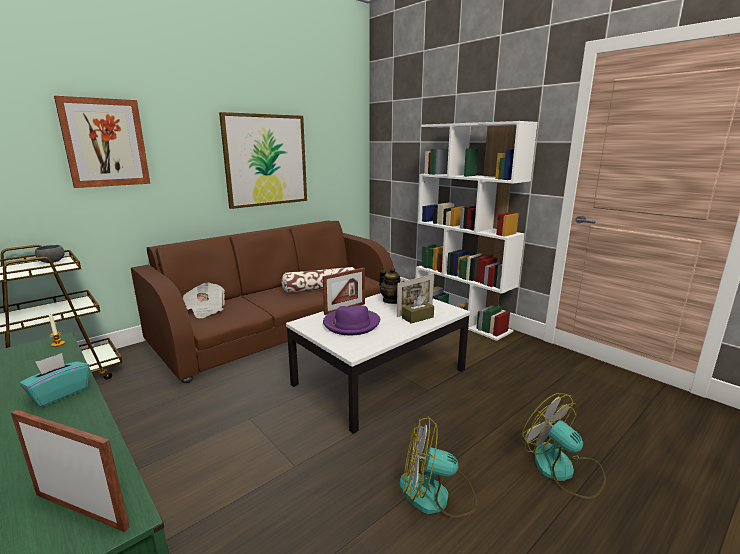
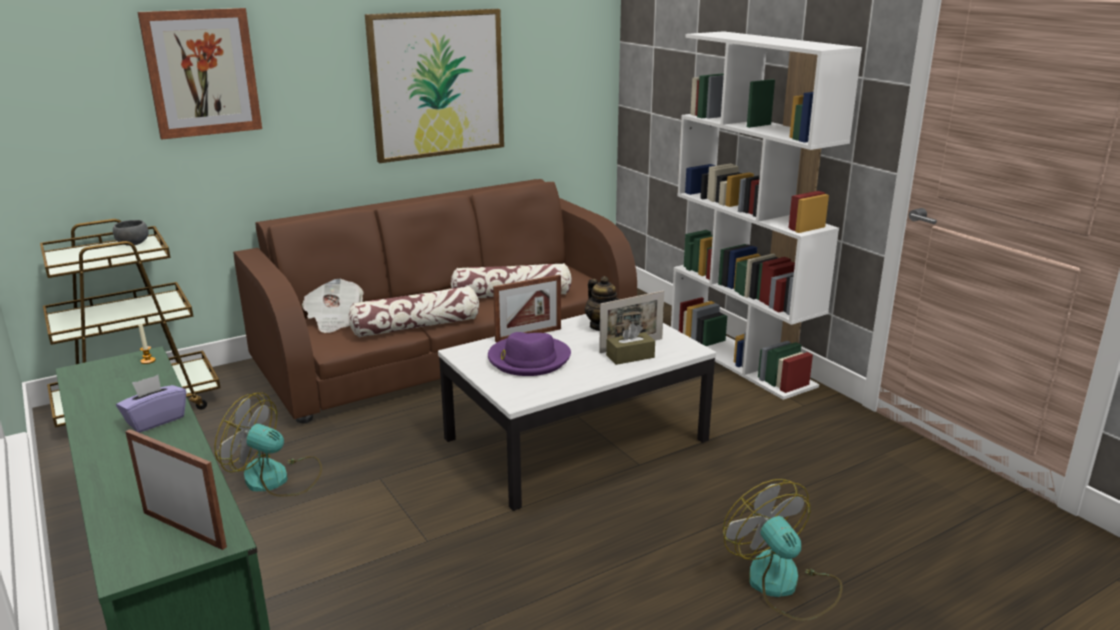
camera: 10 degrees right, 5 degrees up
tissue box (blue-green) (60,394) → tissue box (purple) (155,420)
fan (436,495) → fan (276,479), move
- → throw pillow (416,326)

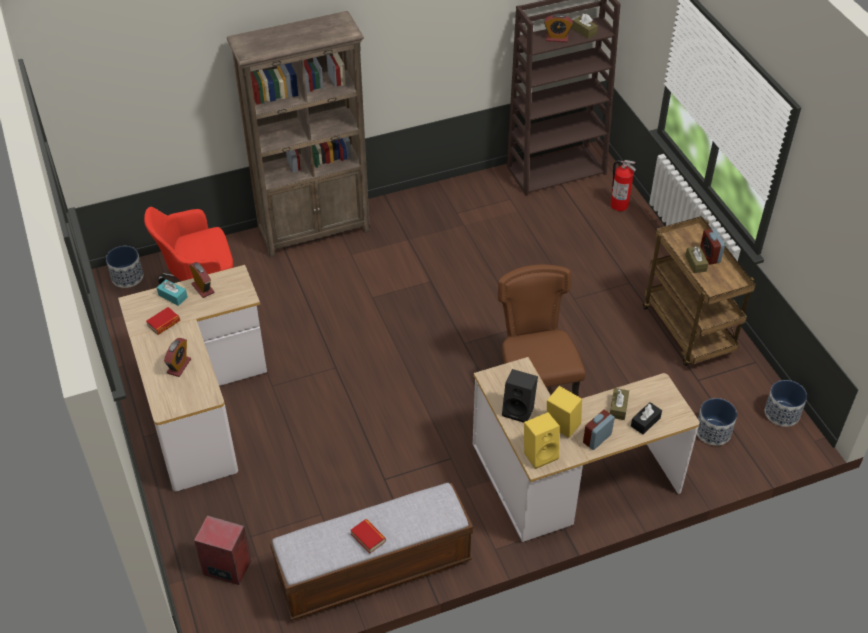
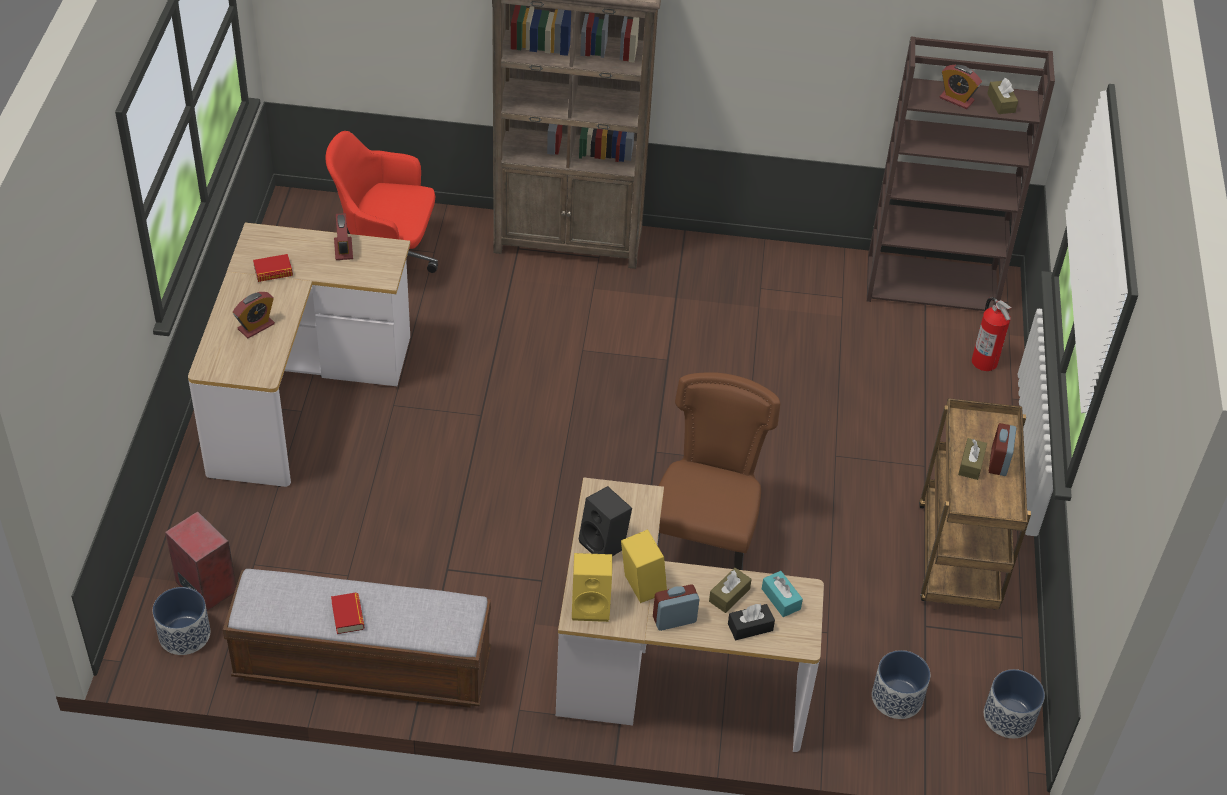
camera: 25 degrees right, 0 degrees up
planter (127,277) → planter (184,634), move
tissue box (blue-green) (173,296) → tissue box (blue-green) (781,599), move

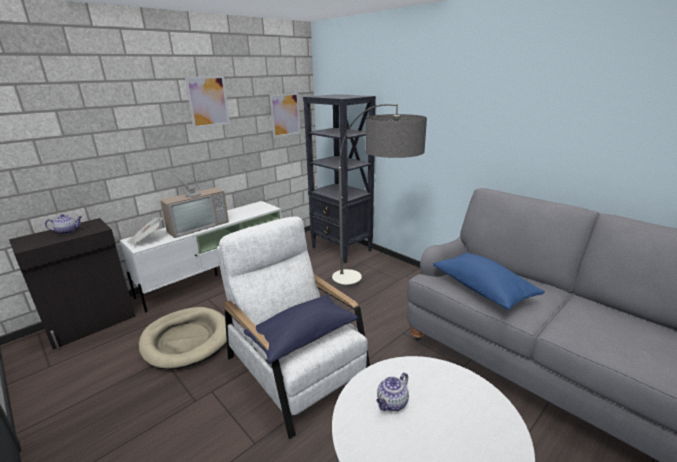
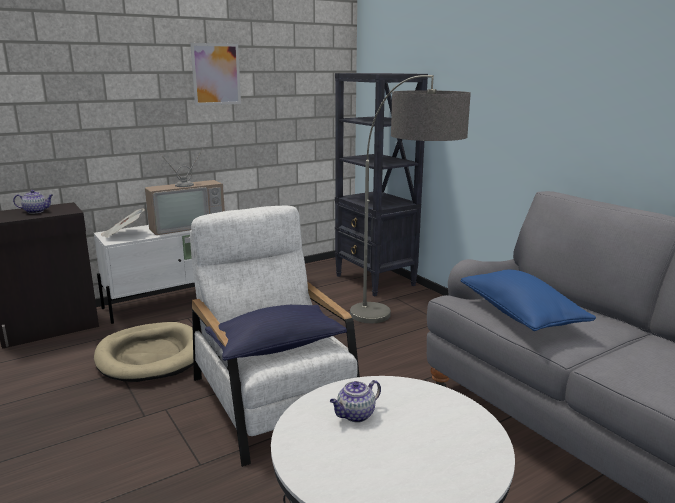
camera: 10 degrees right, 5 degrees down
wall art (285,114) → -

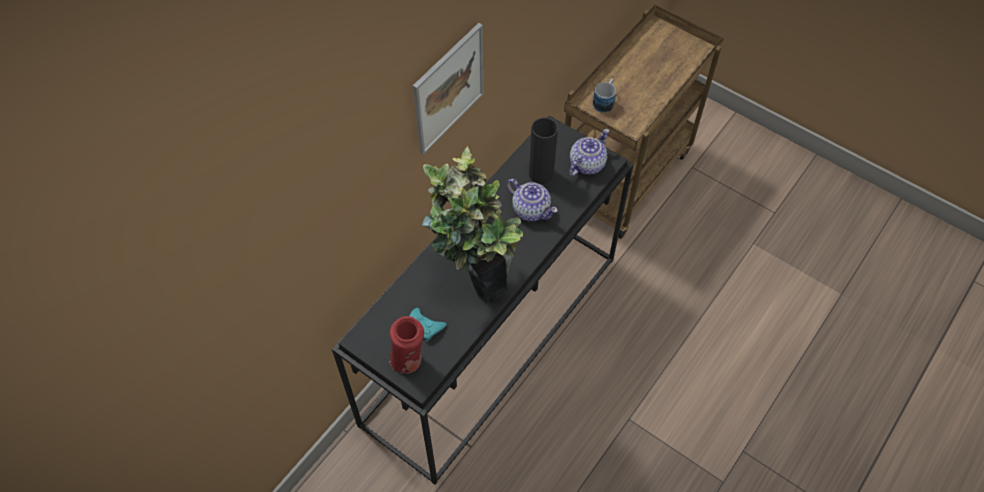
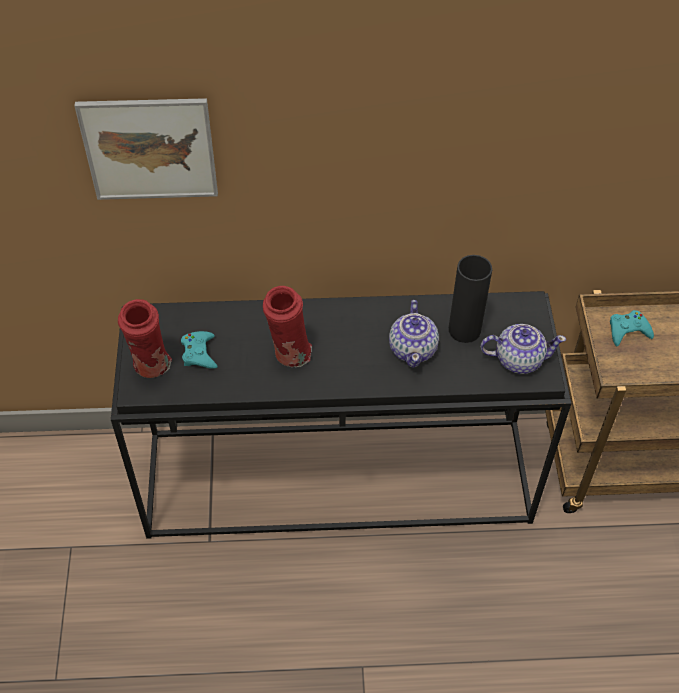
camera: 50 degrees right, 5 degrees down
wall art (448,89) → wall art (149,149), move
tea mug (605,101) → game controller (blue-green) (628,331)
houseplant (474,277) → decorative vase (red-coloured) (289,355)

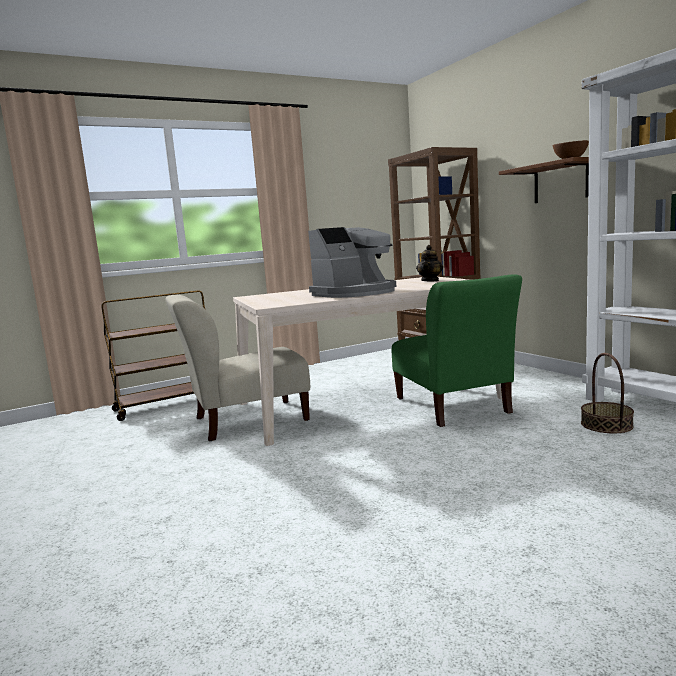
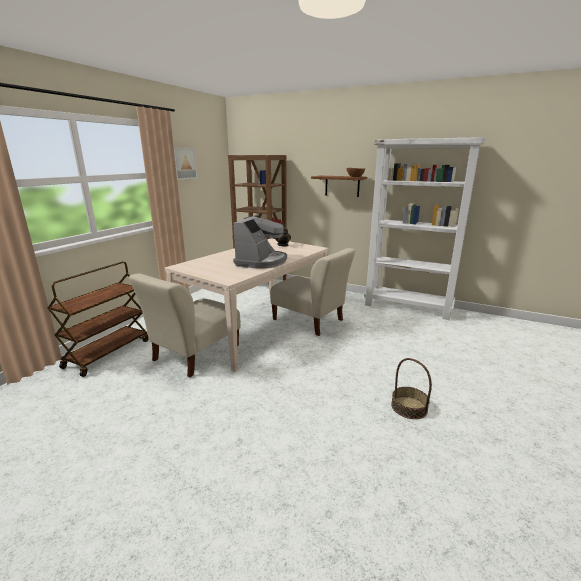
camera: 35 degrees left, 10 degrees up
chair (greenish) (453,407) → chair (beige) (310,321)
storage basket (606,425) → storage basket (409,407), move
- → wall art (183,163)

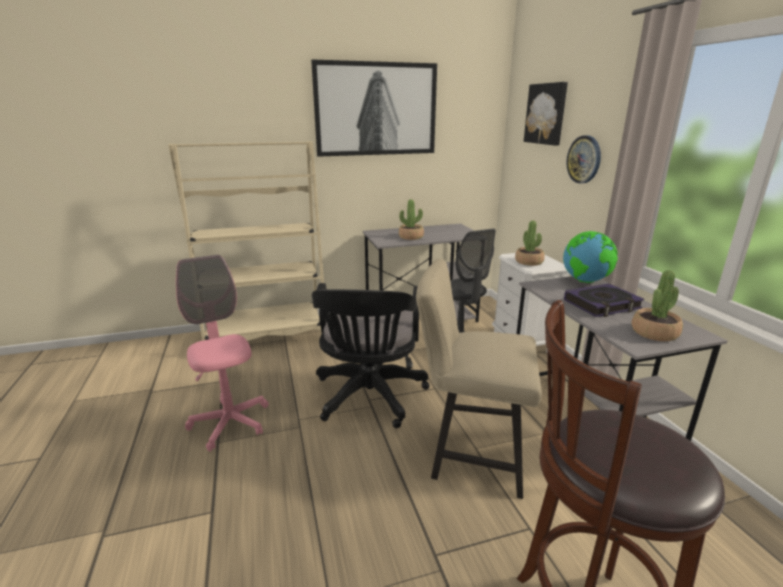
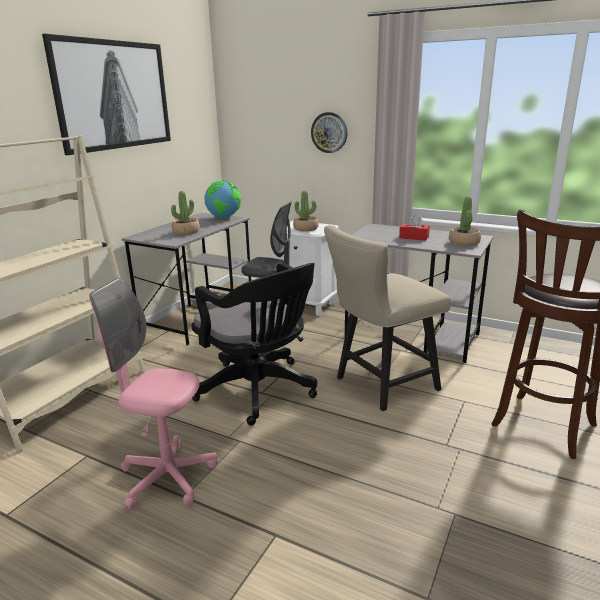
camera: 45 degrees left, 0 degrees up
wall art (546,114) → -
world globe (585,281) → world globe (224,218), move
volume (602,305) → tissue box (red-coloured) (414,237)

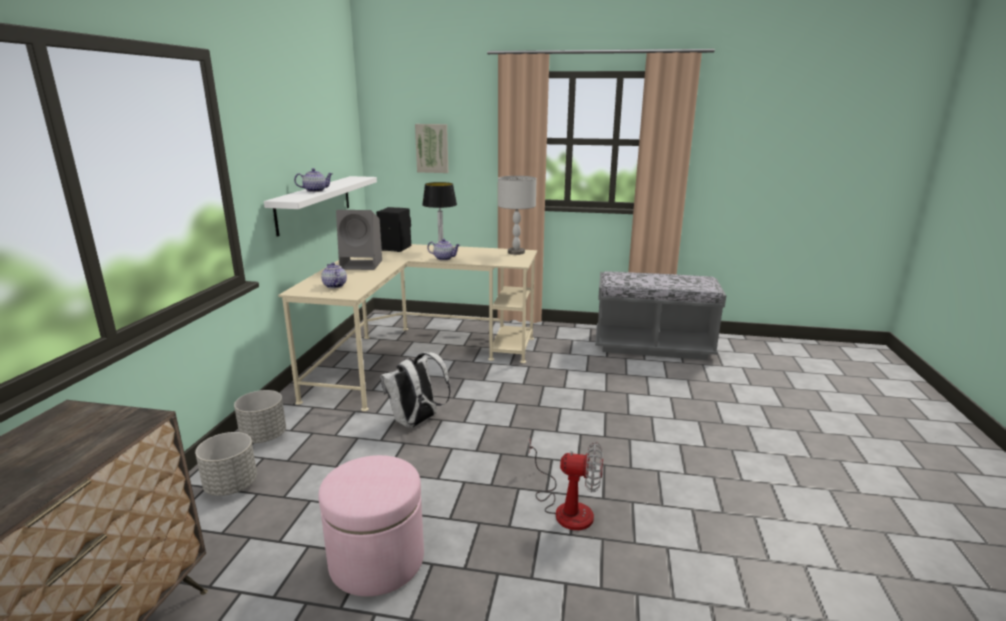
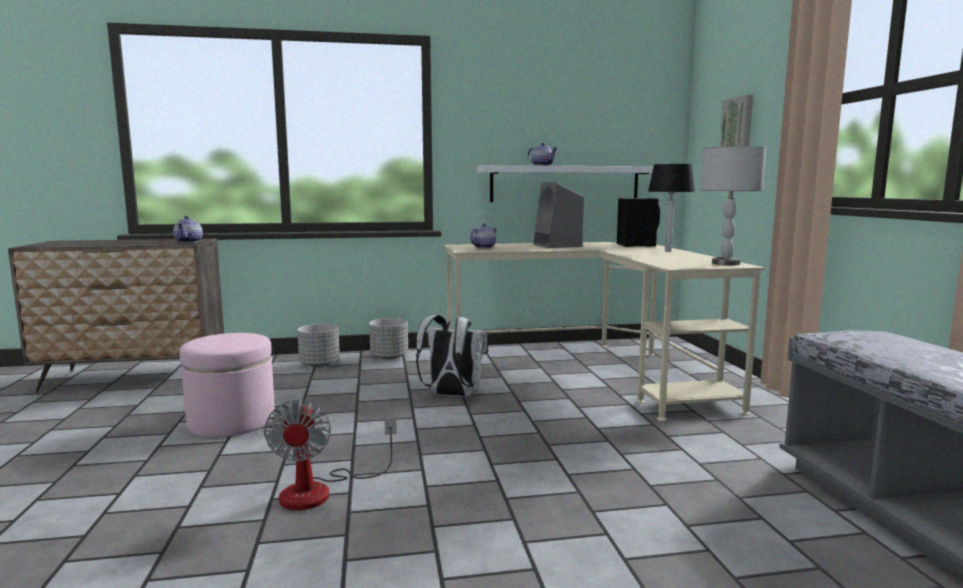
camera: 70 degrees right, 10 degrees down
teapot (444,258) → teapot (189,242), move

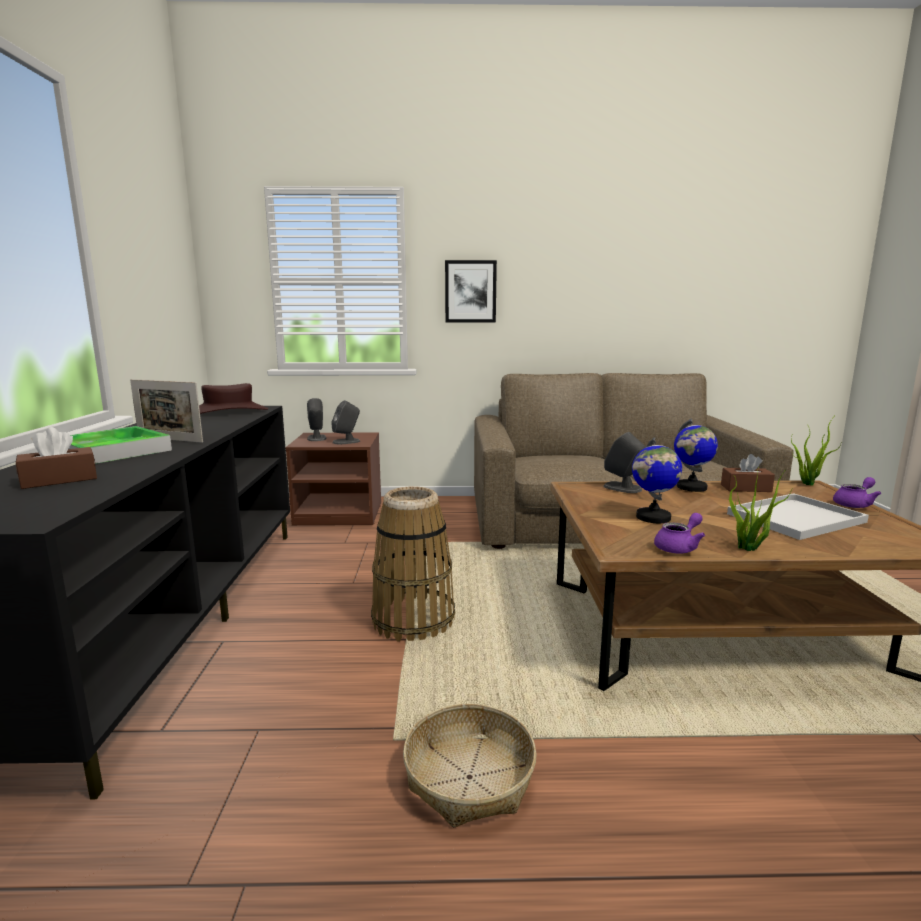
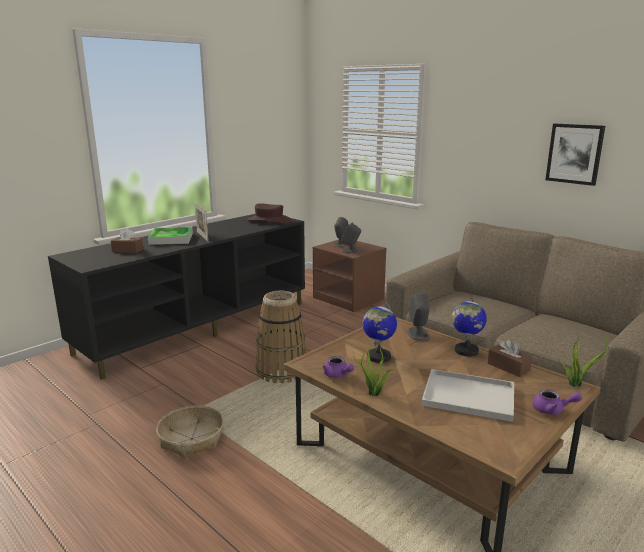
camera: 45 degrees right, 5 degrees up
wall art (470,291) → wall art (574,154), move
teapot (purple) (679,547) → teapot (purple) (337,375), 45 degrees clockwise

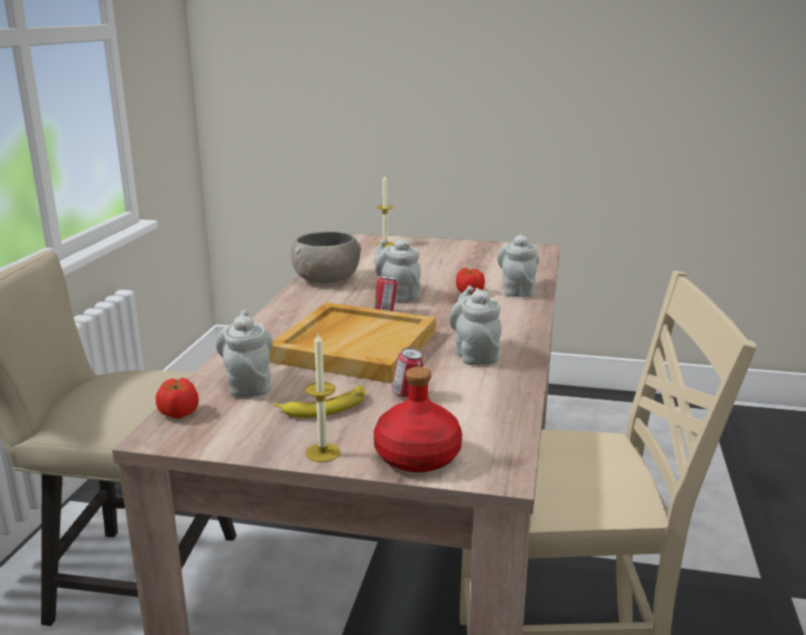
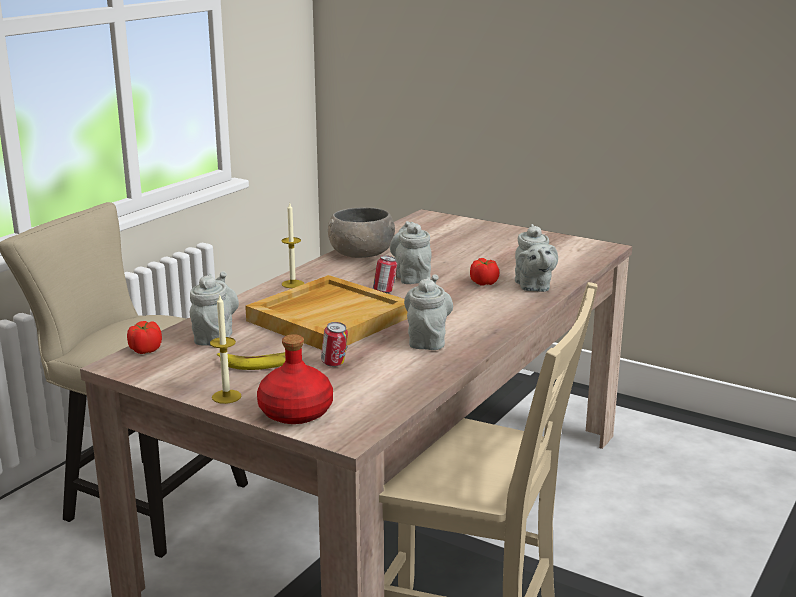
camera: 20 degrees right, 0 degrees up
candle (385,244) → candle (292,284), move
teapot (grey) (517,290) → teapot (grey) (533,287), 150 degrees clockwise

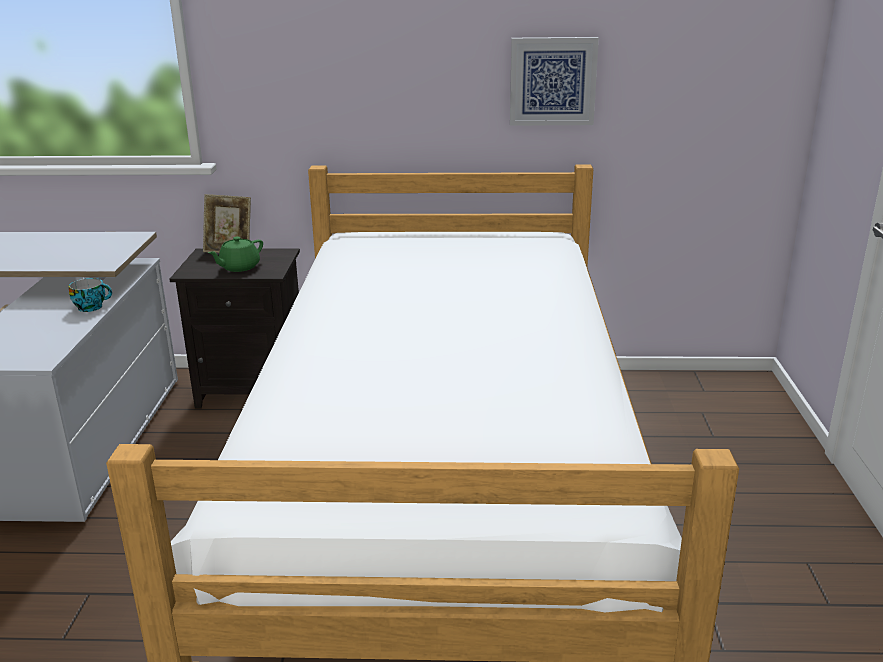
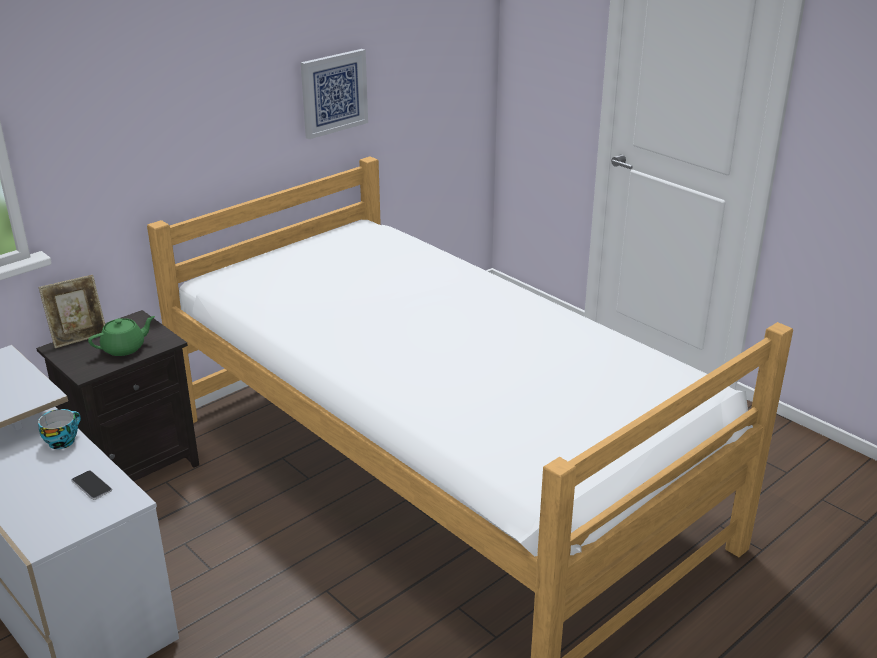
camera: 45 degrees left, 5 degrees up
teapot (greenish) (239,267) → teapot (greenish) (124,348), 120 degrees counterclockwise
- → telephone (92,486)

